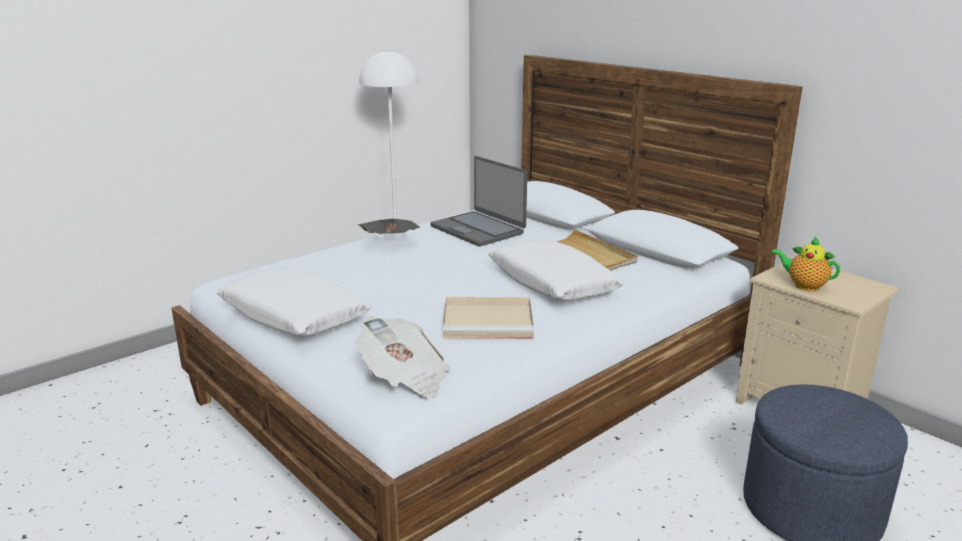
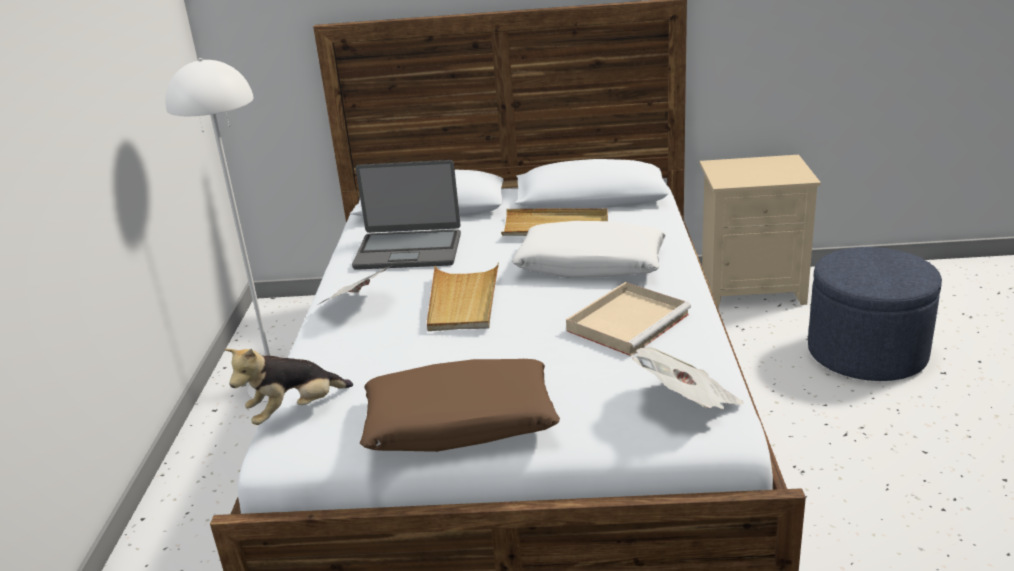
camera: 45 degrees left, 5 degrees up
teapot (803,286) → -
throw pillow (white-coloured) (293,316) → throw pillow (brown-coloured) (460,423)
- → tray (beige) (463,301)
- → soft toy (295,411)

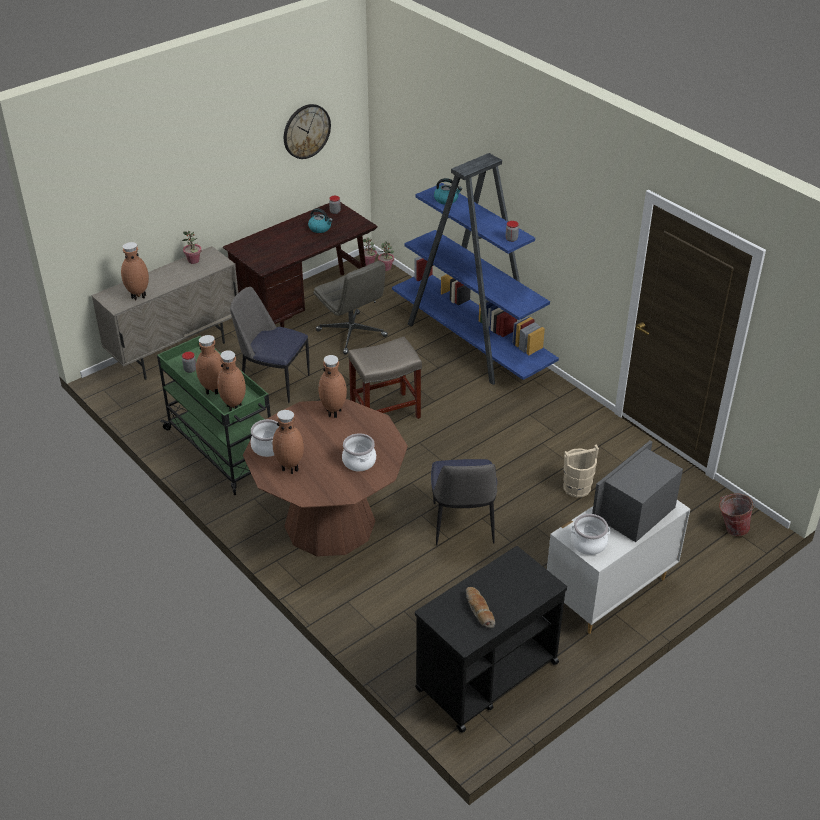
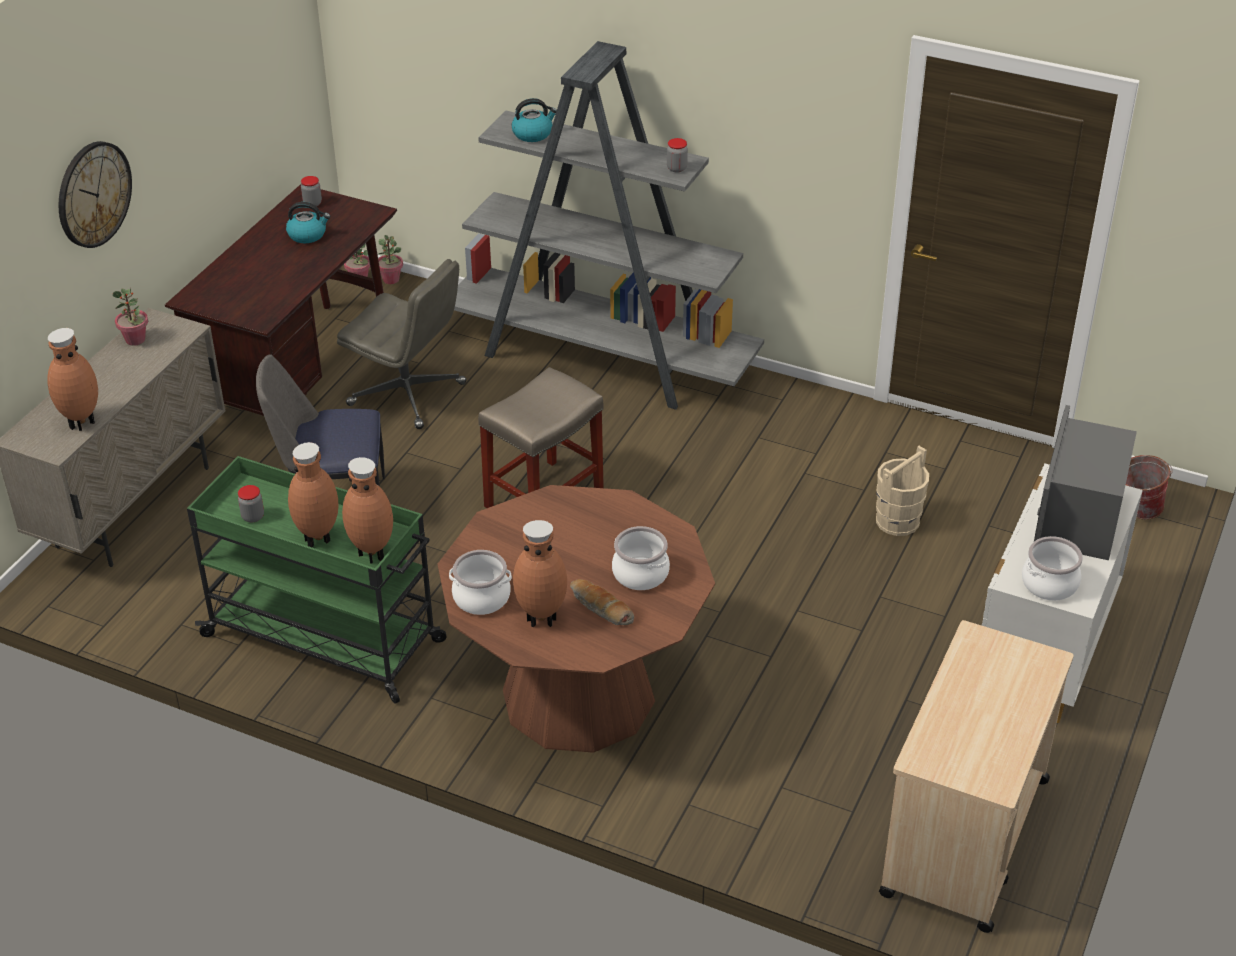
camera: 25 degrees left, 0 degrees up
clock on the wall (306,131) → clock on the wall (93,194), move
shelving unit (bluish) (472,344) → shelving unit (grey) (602,358)
decorative vase (brown-coloured) (334,412) → -
chair (462,525) → -
wheeled cart (blackish) (486,676) → wheeled cart (beige) (964,837)
baked bread (478,611) → baked bread (600,609), move

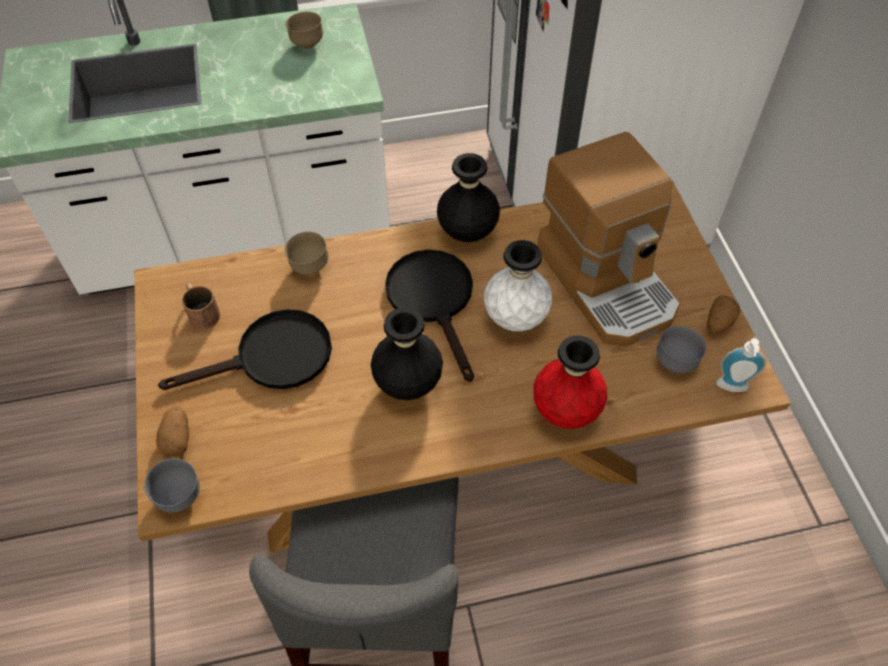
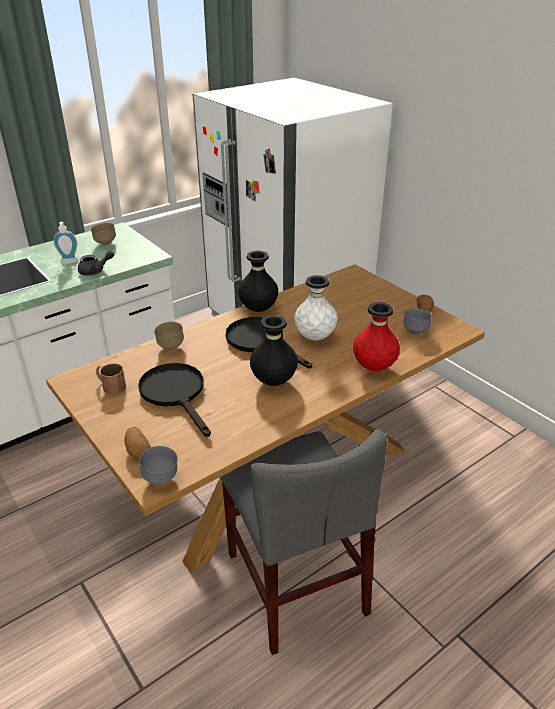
camera: 25 degrees left, 20 degrees down
coffee brewer (608,281) → -
skillet (blackish) (272,358) → skillet (blackish) (176,394), 75 degrees counterclockwise
liquid soap bottle (732,388) → liquid soap bottle (69,262), move
- → teapot (grey) (95,271)

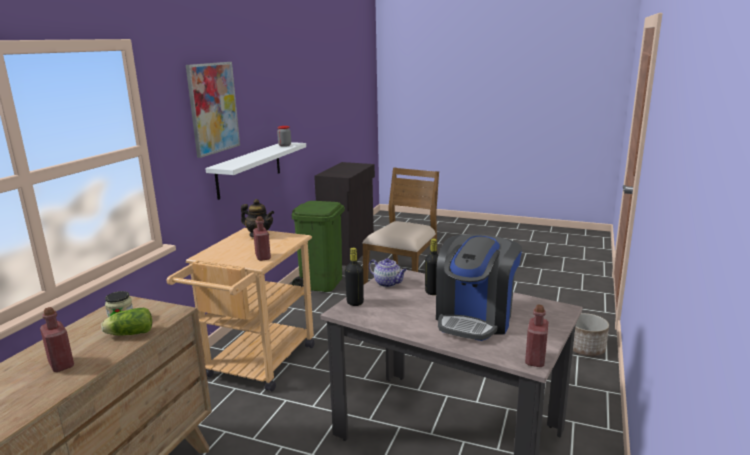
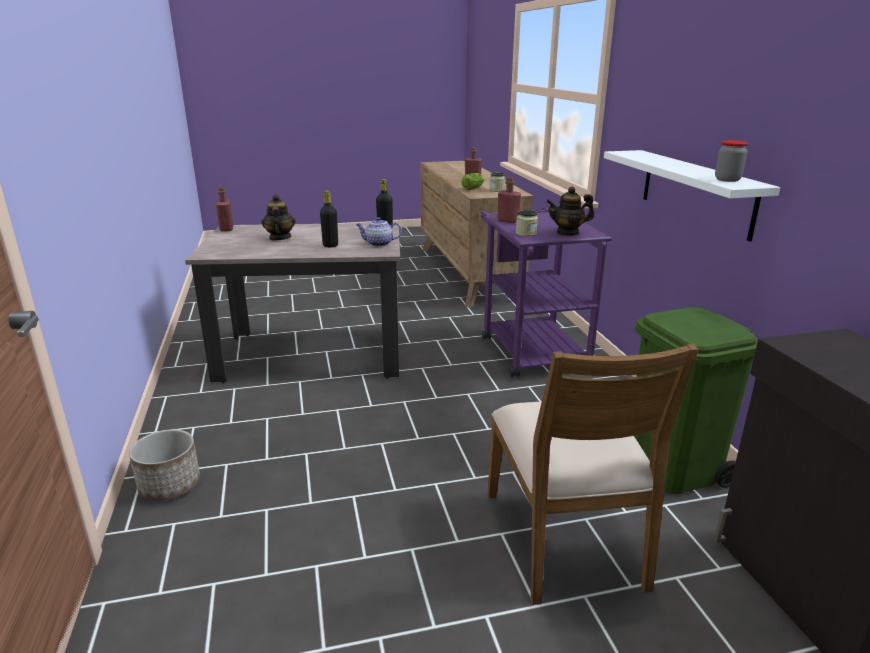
camera: 145 degrees right, 5 degrees up
wall art (213,108) → -
wheeled cart (beige) (256,366) → wheeled cart (purple) (529,348)
coffee brewer (475,318) → teapot (279,238)
- → storage jar (526,233)

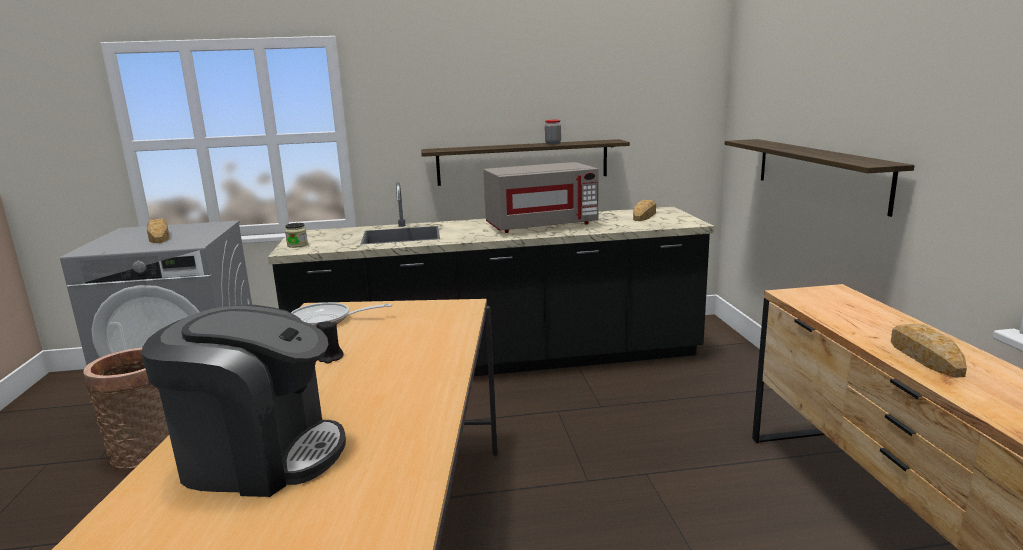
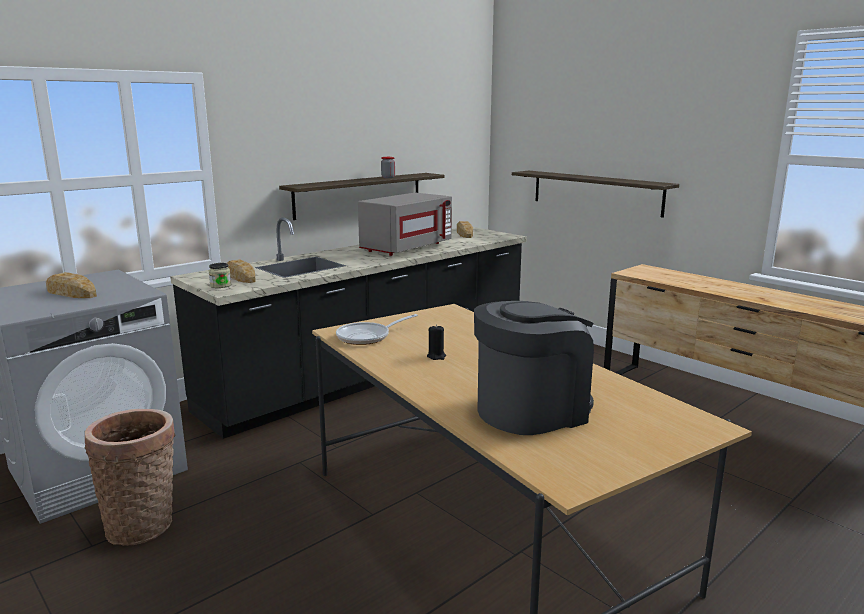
camera: 35 degrees left, 0 degrees up
baked bread (924,356) → baked bread (240,277), move

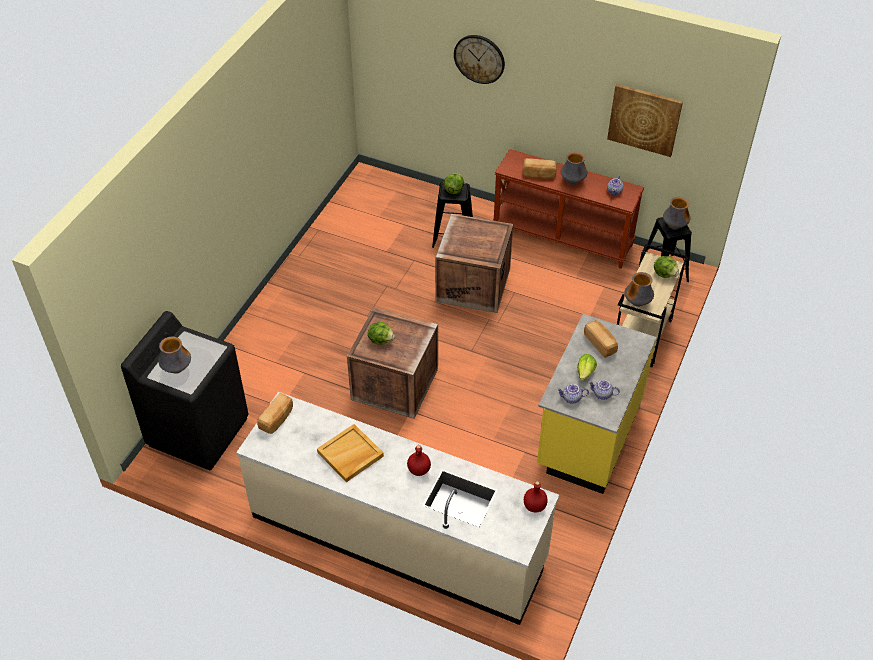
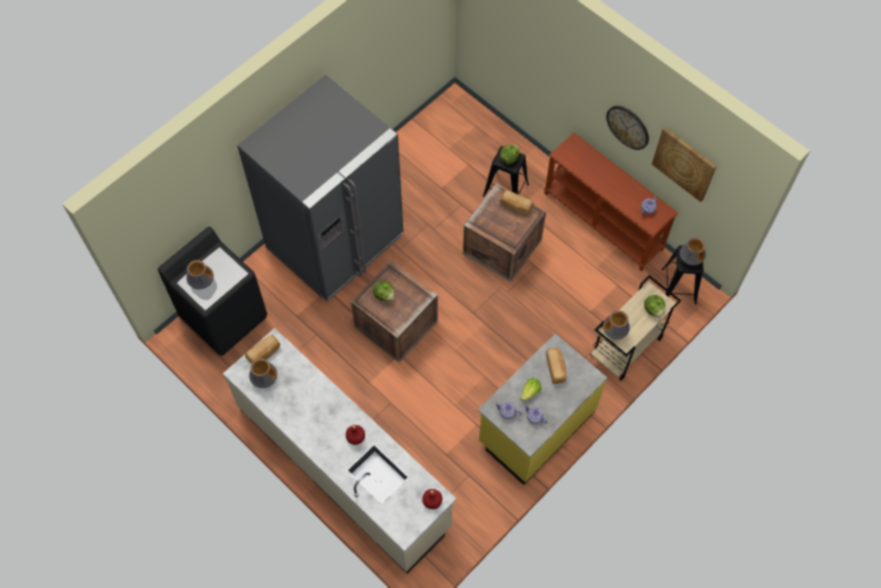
camera: 20 degrees right, 15 degrees up
clock on the wall (479,58) → clock on the wall (628,127), move
decorative vase (572,182) → decorative vase (265,379), move
baked bread (539,174) → baked bread (515,206), move
tray (beige) (350,455) → -
- → kitchen fridge (grey) (334,242)

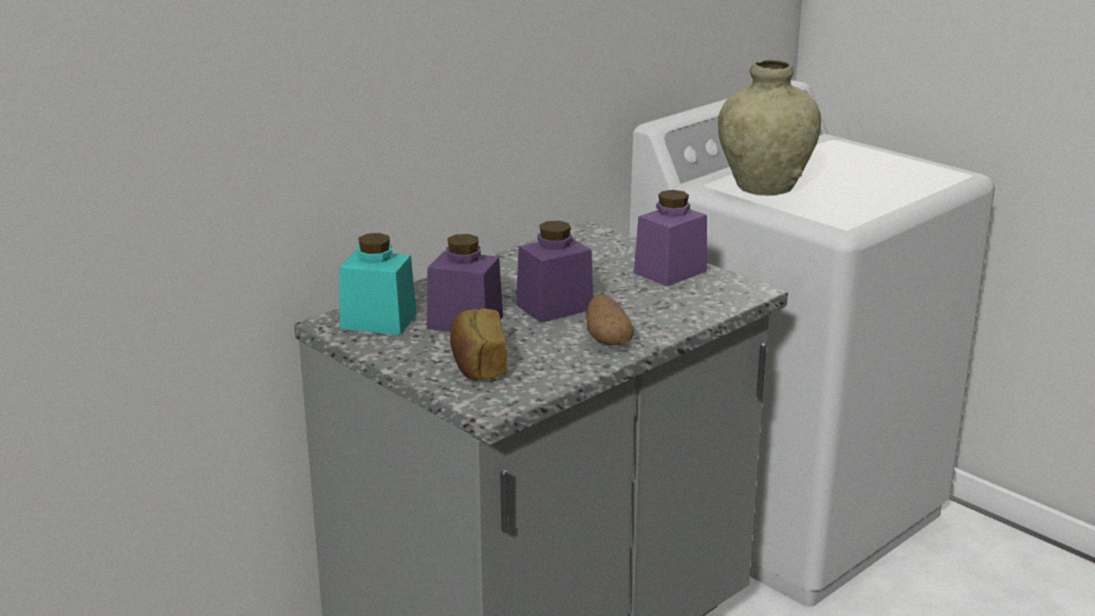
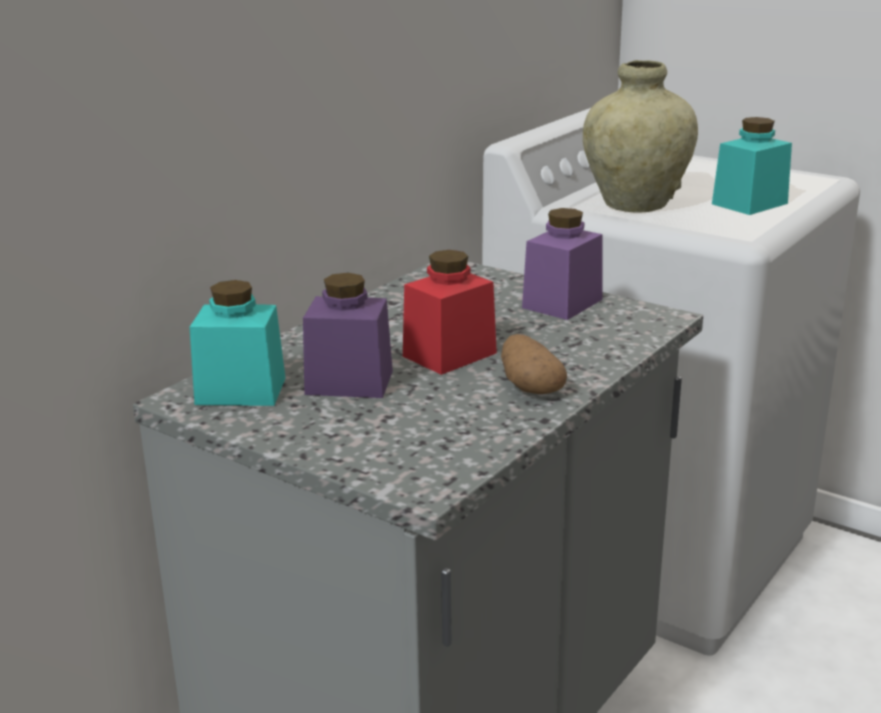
camera: 10 degrees left, 0 degrees up
storage jar (purple) (554,307) → storage jar (red-coloured) (449,354)
baked bread (477,364) → -
- → storage jar (blue-green) (749,204)

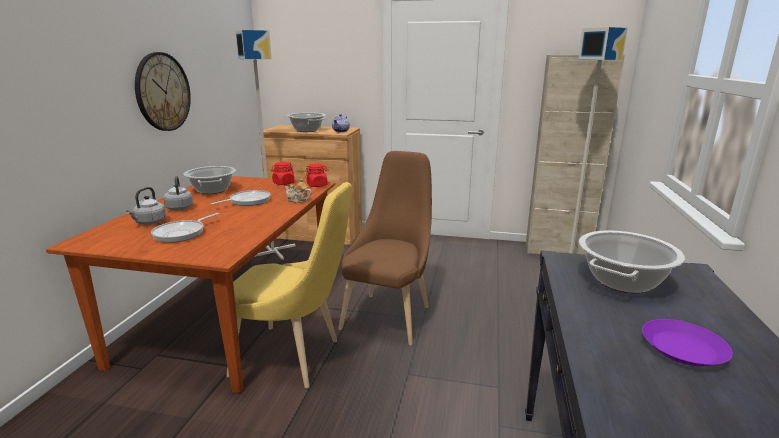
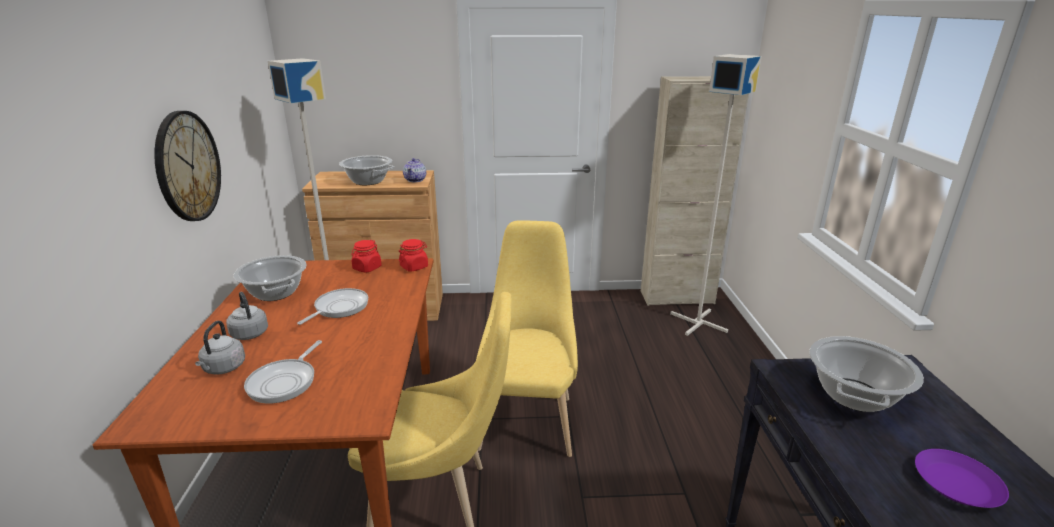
camera: 15 degrees left, 5 degrees up
chair (brown-coloured) (389,315) → chair (yellow) (528,417)
teapot (298,201) → -

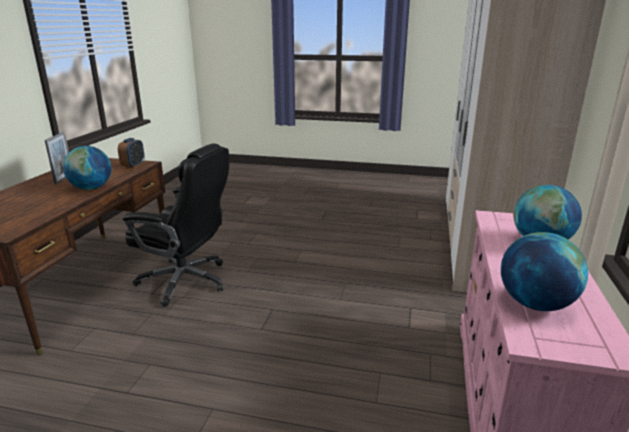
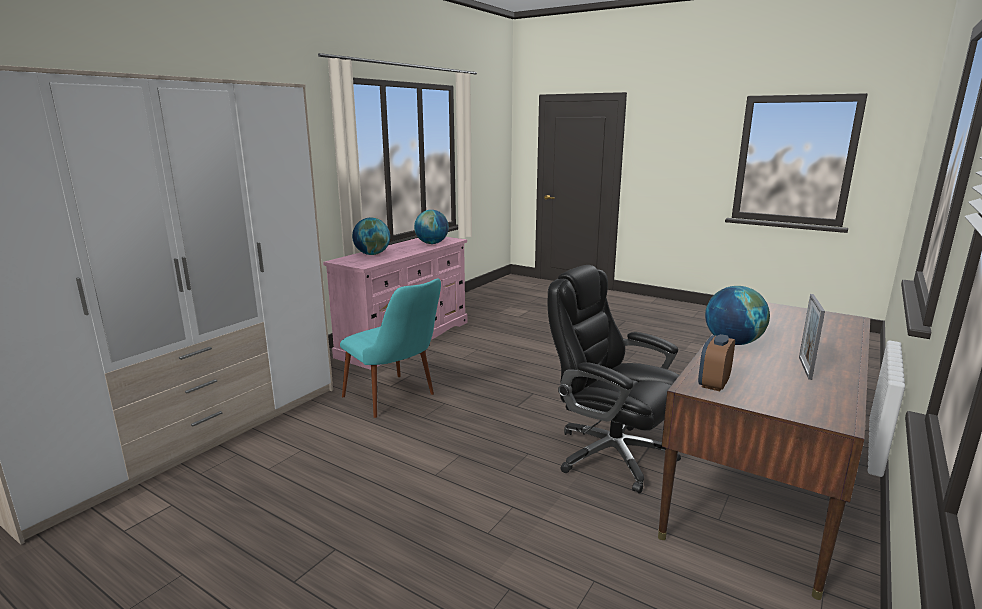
camera: 160 degrees left, 5 degrees down
- → chair (blue-green) (397,400)

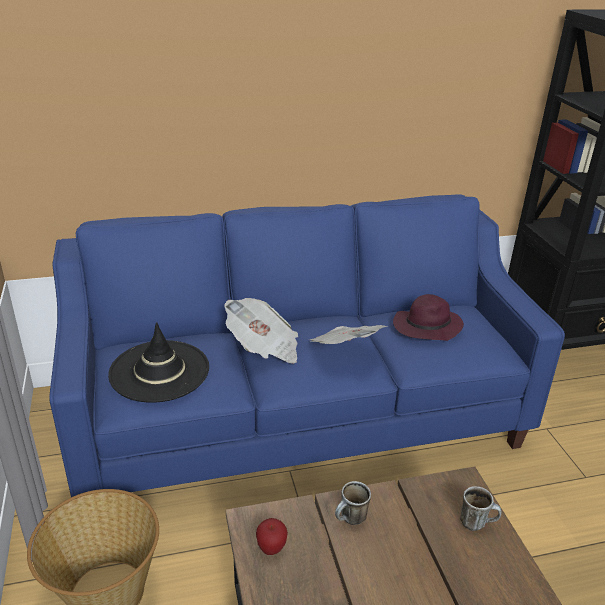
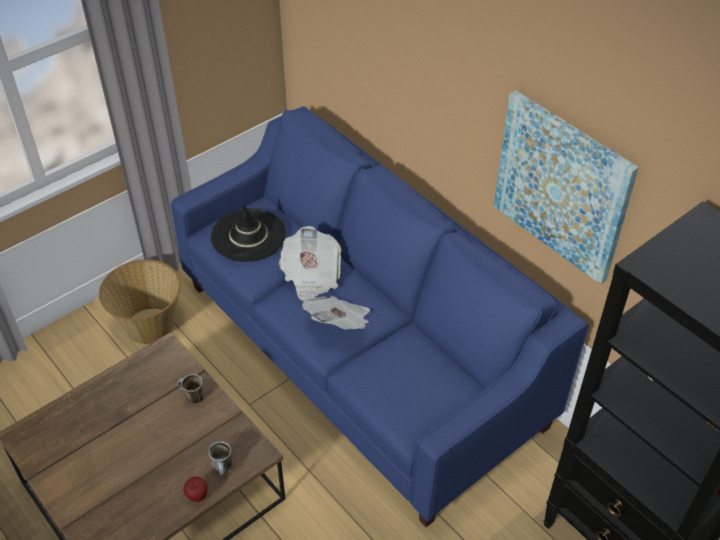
camera: 65 degrees right, 15 degrees up
hat (purple) (426,328) → -
apple fruit (271,548) → apple fruit (197,496), move
- → wall art (562,186)

